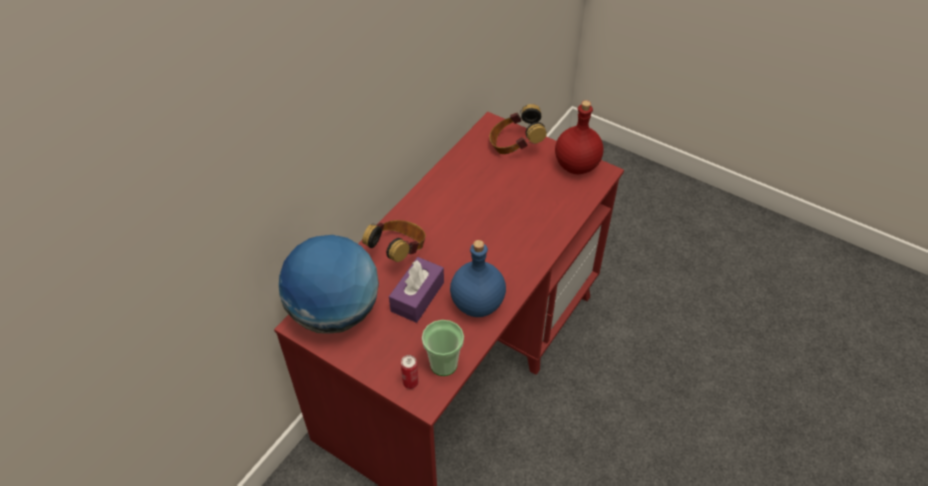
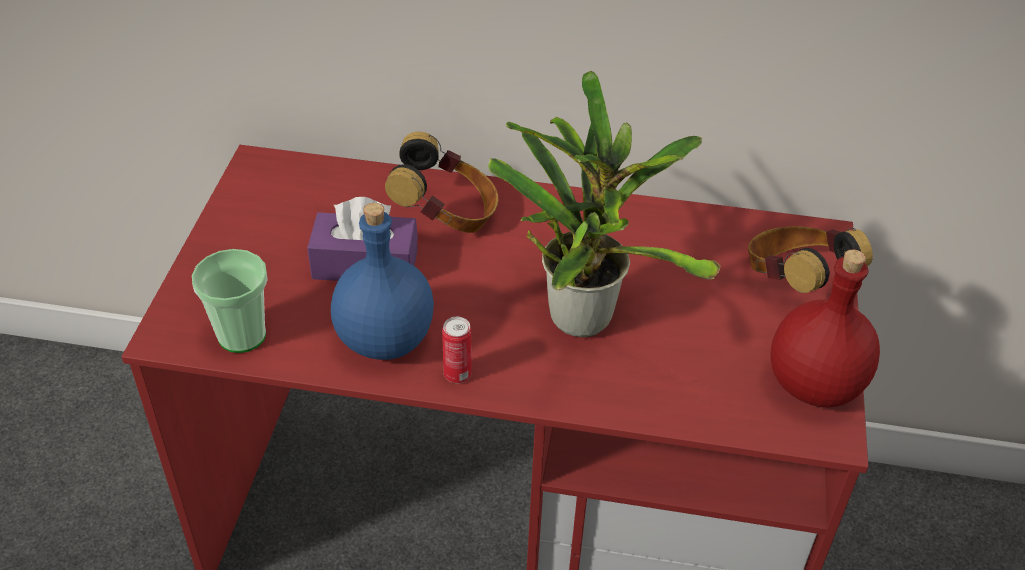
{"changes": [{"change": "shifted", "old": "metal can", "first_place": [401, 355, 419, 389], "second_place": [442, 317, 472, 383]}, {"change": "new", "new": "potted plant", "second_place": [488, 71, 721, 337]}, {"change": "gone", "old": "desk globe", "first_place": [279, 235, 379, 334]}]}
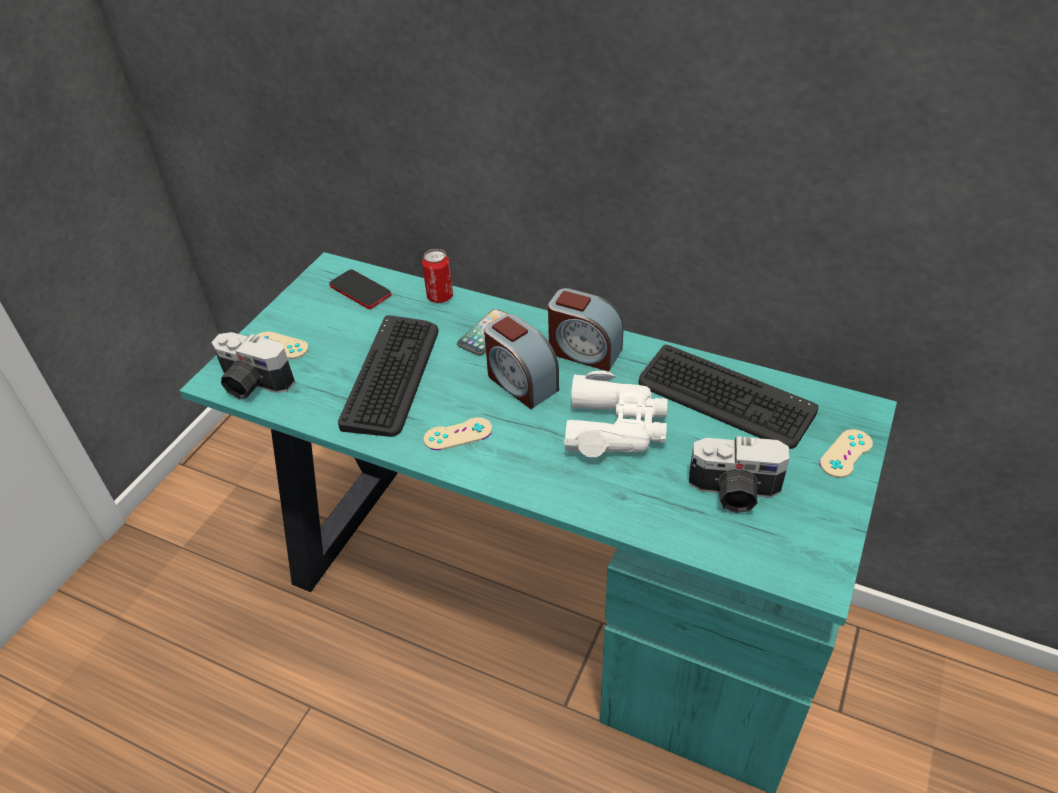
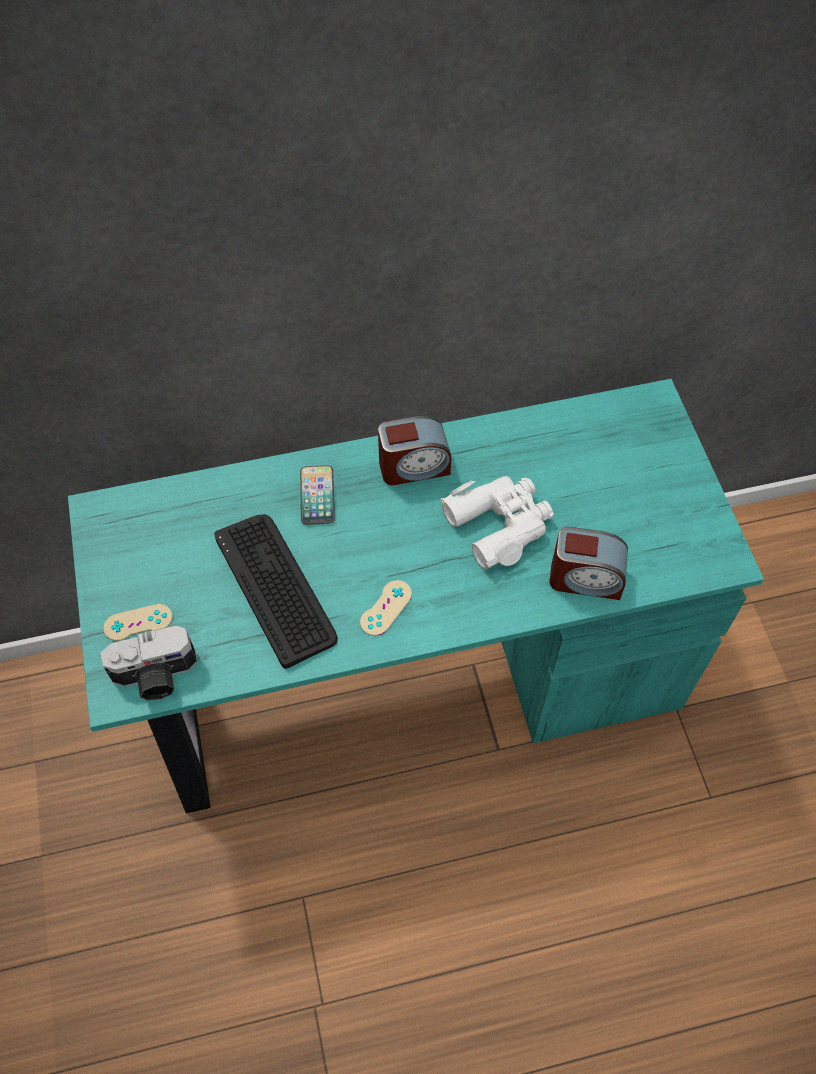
{"changes": [{"change": "shifted", "old": "bedside clock", "first_place": [484, 314, 559, 409], "second_place": [550, 527, 628, 600]}, {"change": "gone", "old": "handset", "first_place": [329, 269, 391, 309]}, {"change": "gone", "old": "metal can", "first_place": [422, 249, 453, 303]}, {"change": "gone", "old": "keyboard", "first_place": [638, 345, 819, 449]}, {"change": "gone", "old": "still camera", "first_place": [689, 436, 790, 513]}, {"change": "gone", "old": "joypad/beige", "first_place": [820, 429, 873, 478]}]}
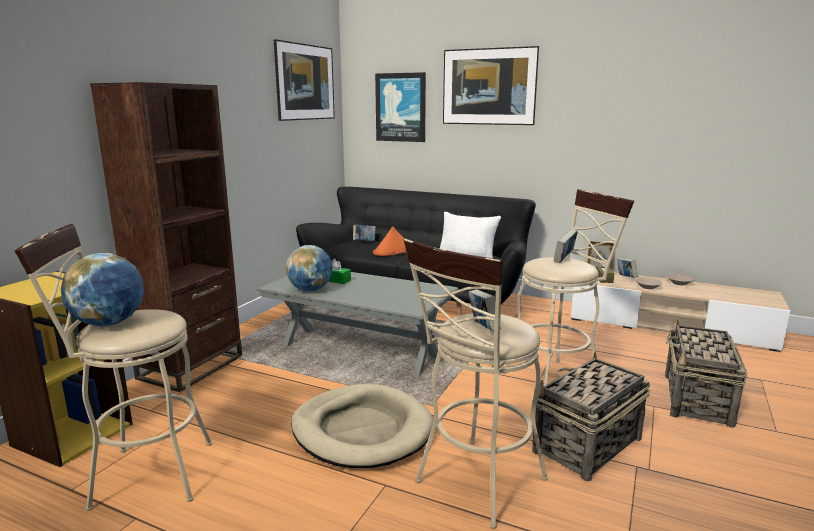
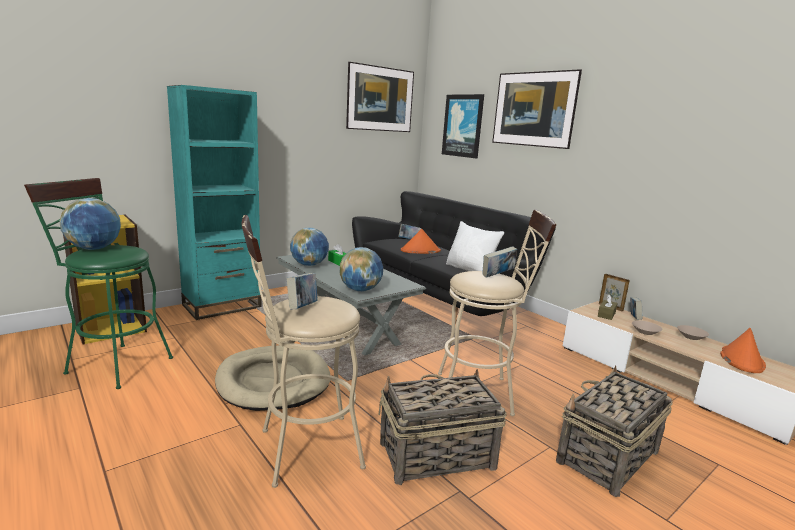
{"changes": [{"change": "repainted", "old": "sitting stool/beige", "new": "sitting stool/greenish", "first_place": [14, 224, 212, 511], "second_place": [24, 178, 173, 389]}, {"change": "repainted", "old": "bookshelf/brownish", "new": "bookshelf/turquoise", "first_place": [90, 82, 242, 392], "second_place": [167, 85, 262, 320]}, {"change": "new", "new": "desk globe", "second_place": [340, 247, 383, 292]}, {"change": "new", "new": "wearable hat/orange-coloured", "second_place": [720, 328, 766, 373]}]}
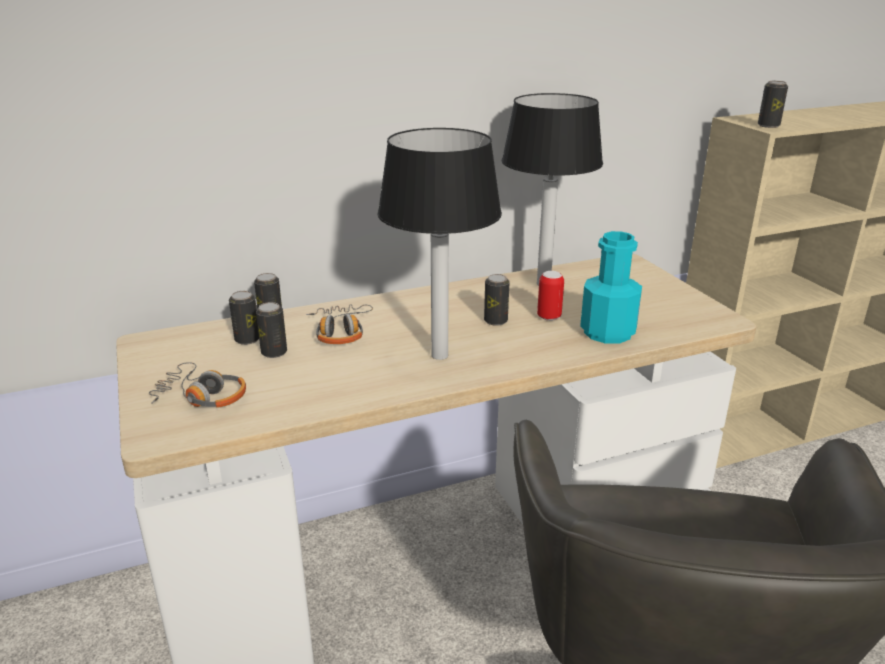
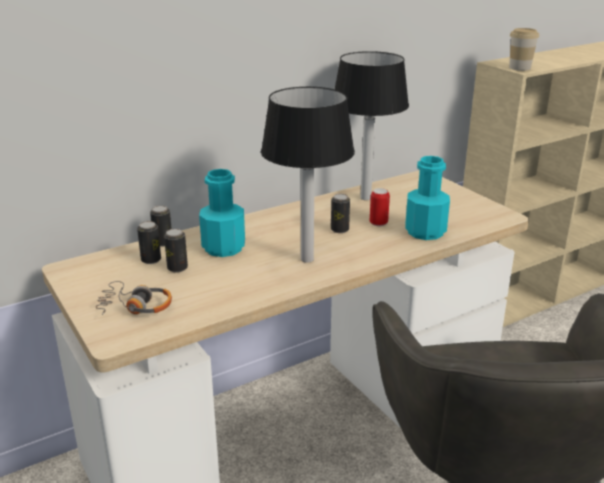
{"changes": [{"change": "swapped", "old": "headphones", "new": "beverage bottle/turquoise", "first_place": [306, 304, 373, 344], "second_place": [199, 169, 245, 257]}, {"change": "swapped", "old": "metal can", "new": "small cup", "first_place": [758, 81, 788, 128], "second_place": [509, 28, 539, 71]}]}
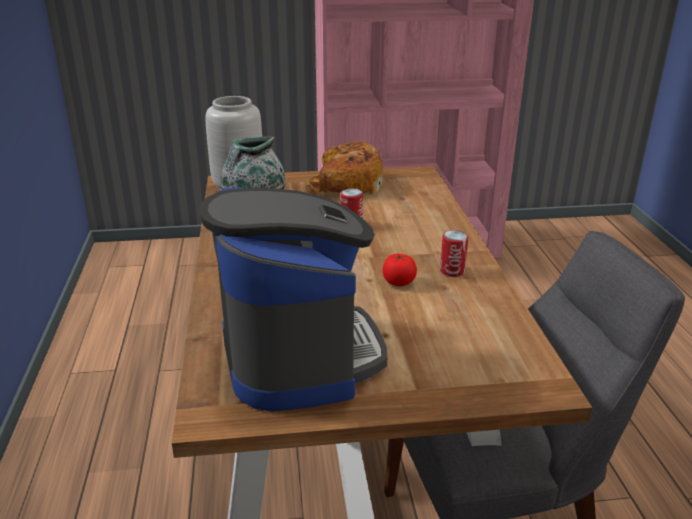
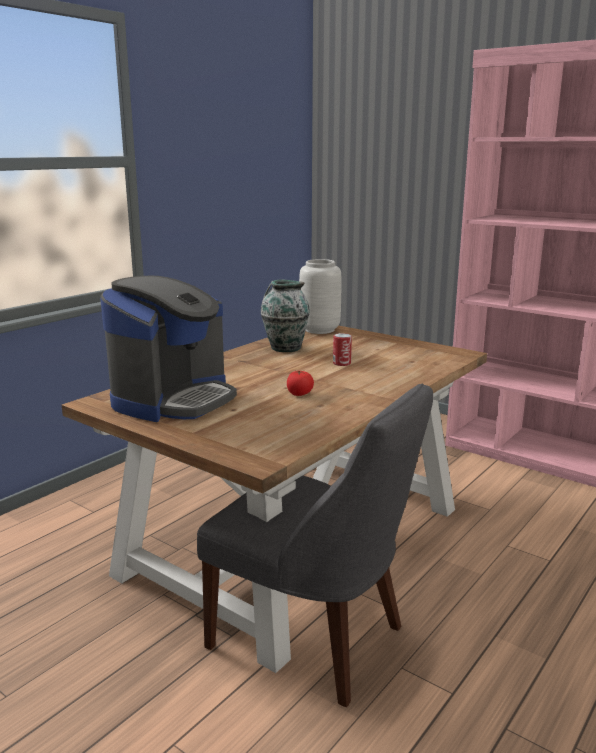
{"changes": [{"change": "gone", "old": "baked bread", "first_place": [306, 141, 383, 195]}, {"change": "gone", "old": "metal can", "first_place": [440, 230, 468, 277]}]}
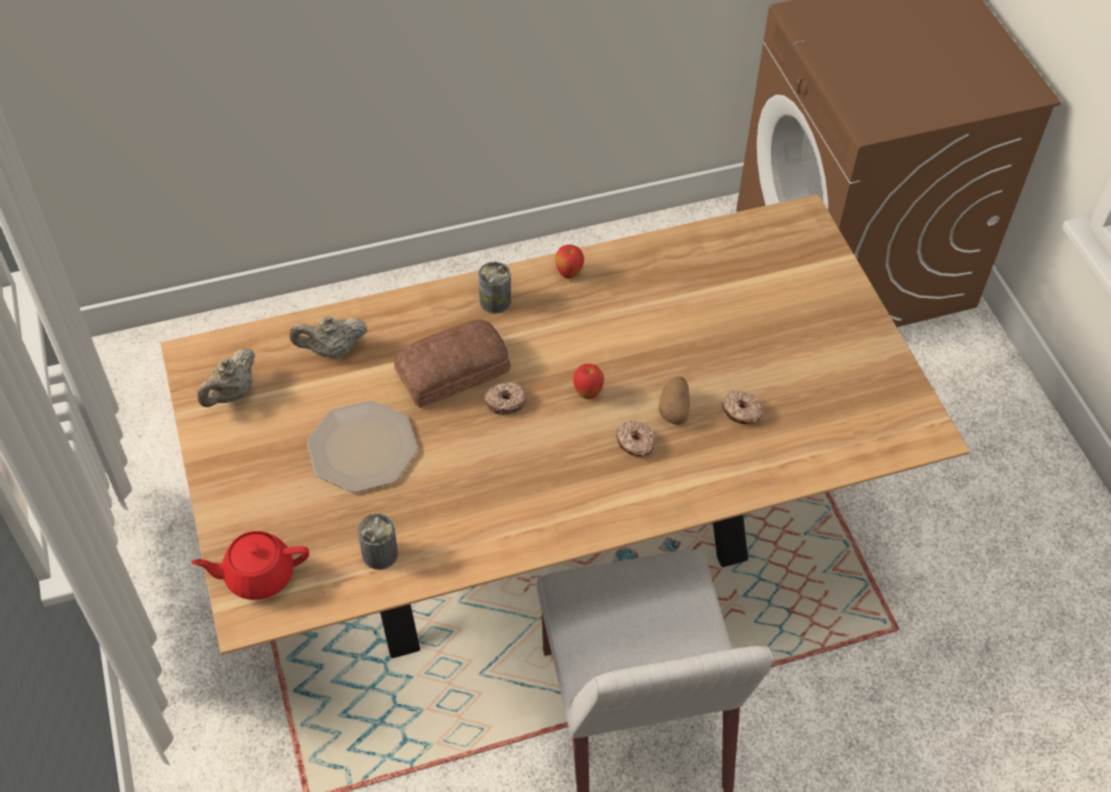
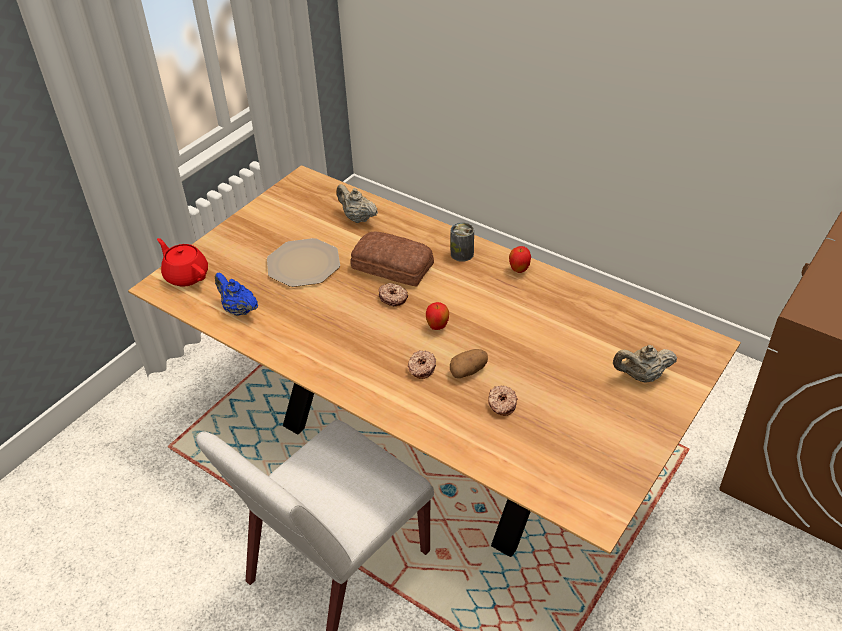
{"changes": [{"change": "swapped", "old": "metal can", "new": "tea pot/blue", "first_place": [358, 514, 398, 570], "second_place": [215, 273, 258, 316]}, {"change": "shifted", "old": "tea pot/beige", "first_place": [197, 348, 255, 407], "second_place": [613, 345, 677, 383]}]}
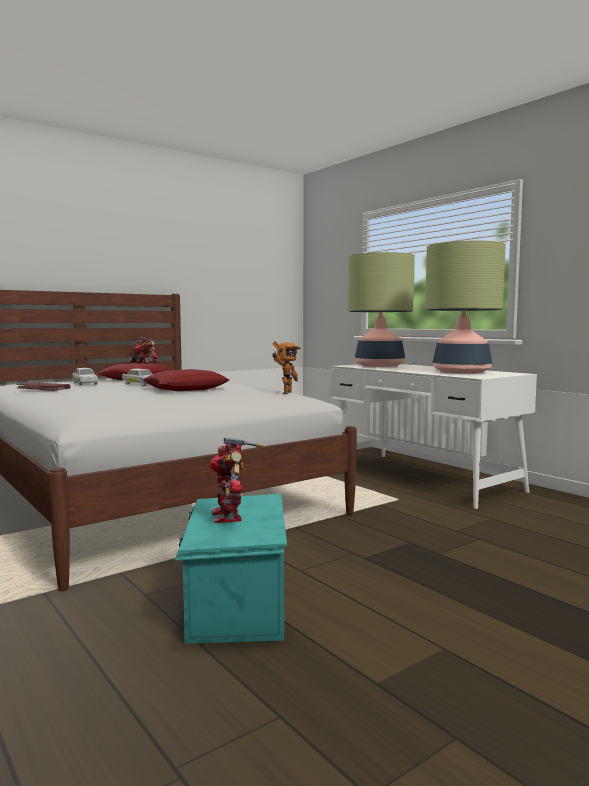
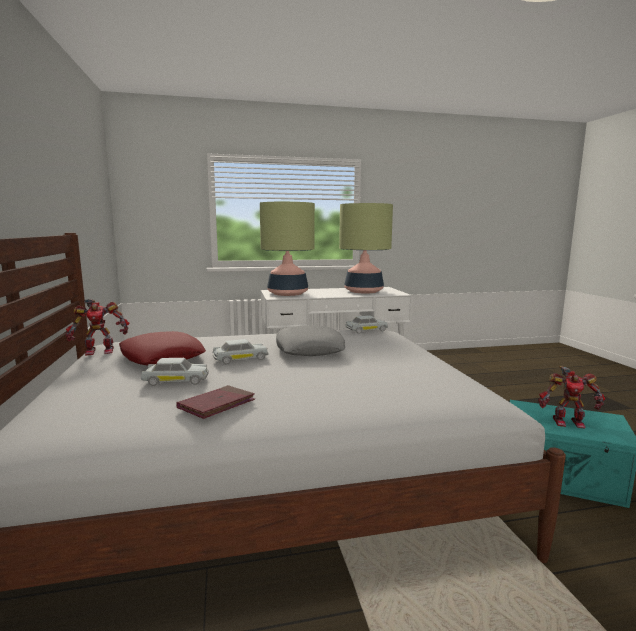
{"changes": [{"change": "repainted", "old": "pillow/red", "new": "pillow/gray", "first_place": [143, 369, 229, 391], "second_place": [276, 325, 345, 356]}, {"change": "swapped", "old": "model robot", "new": "model car/whitish", "first_place": [272, 341, 301, 394], "second_place": [345, 315, 388, 334]}]}
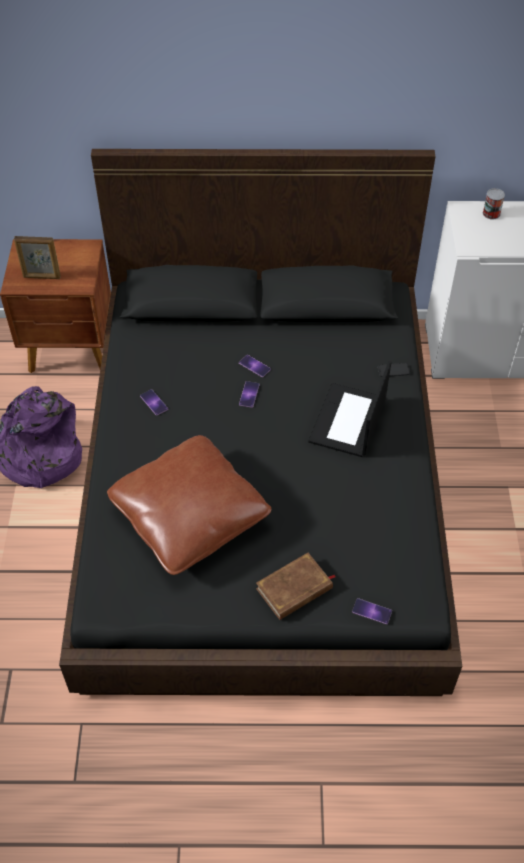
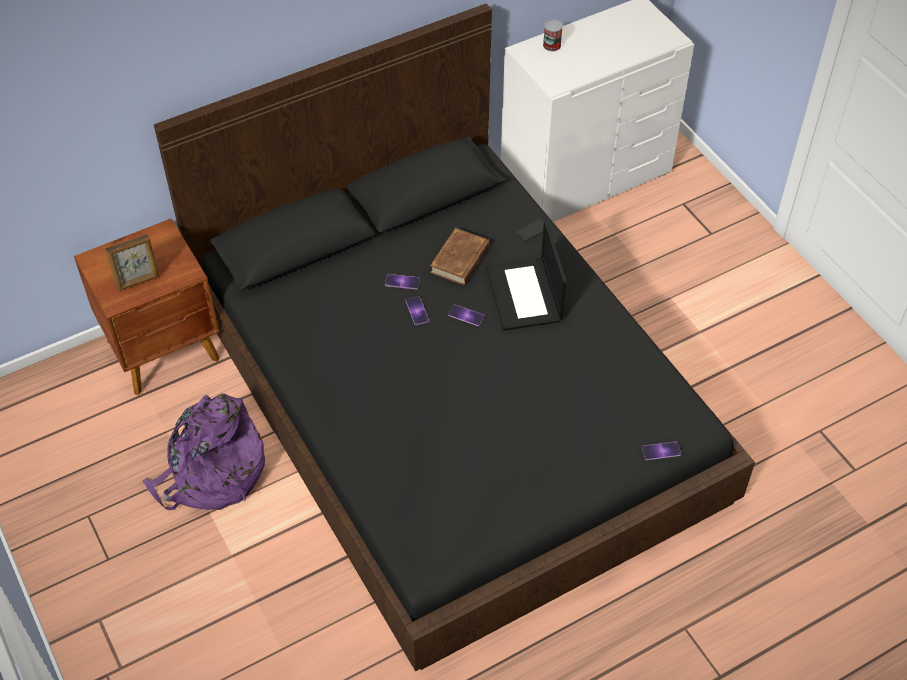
{"changes": [{"change": "shifted", "old": "volume/brownish", "first_place": [256, 553, 336, 620], "second_place": [430, 228, 490, 285]}, {"change": "shifted", "old": "handset", "first_place": [140, 389, 168, 416], "second_place": [448, 304, 485, 326]}, {"change": "gone", "old": "pillow/brownish", "first_place": [107, 435, 271, 575]}]}
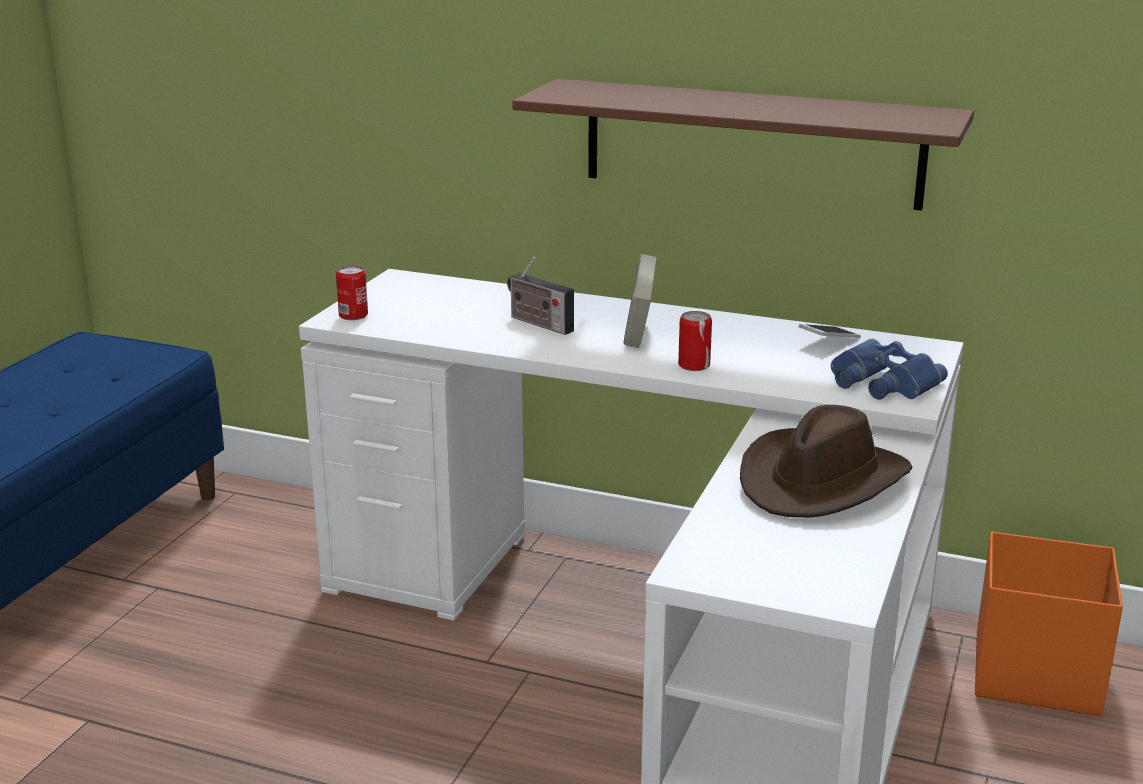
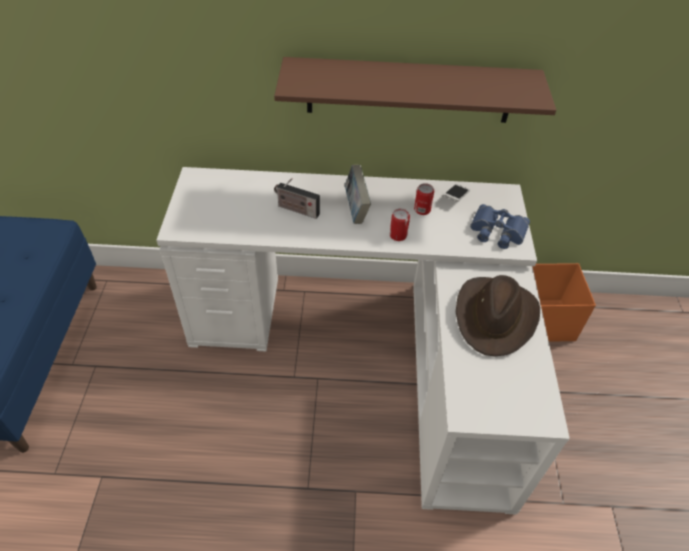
{"changes": [{"change": "shifted", "old": "metal can", "first_place": [336, 265, 368, 320], "second_place": [414, 183, 434, 215]}]}
